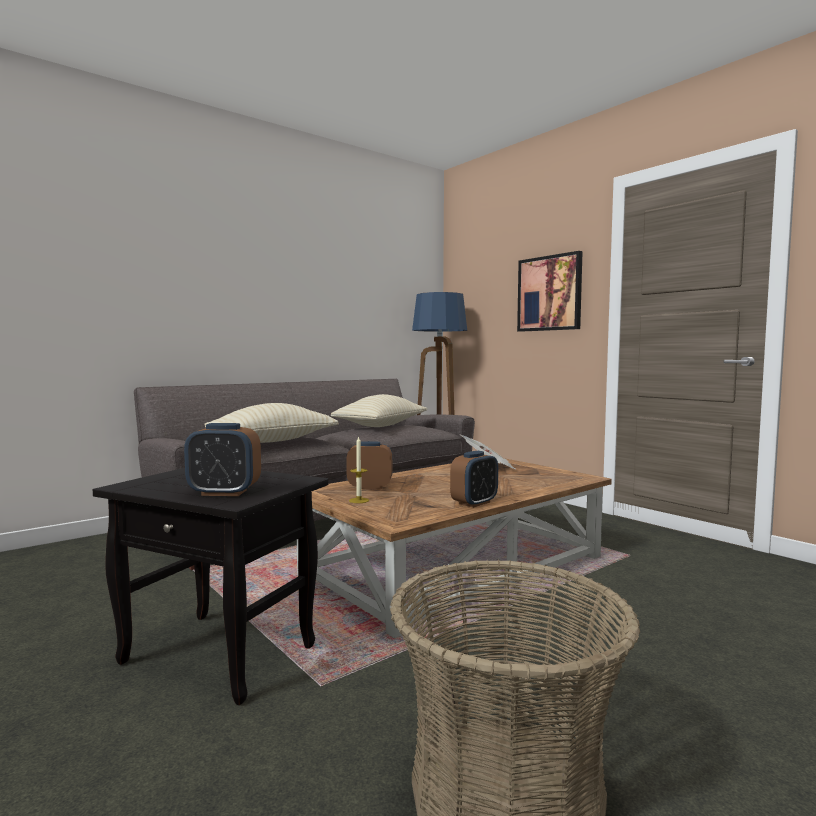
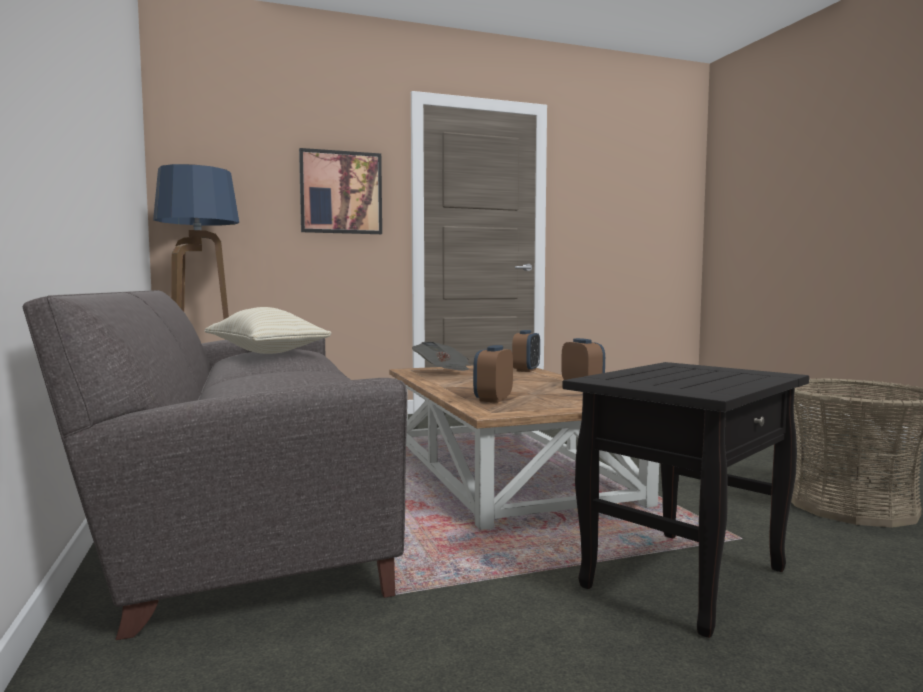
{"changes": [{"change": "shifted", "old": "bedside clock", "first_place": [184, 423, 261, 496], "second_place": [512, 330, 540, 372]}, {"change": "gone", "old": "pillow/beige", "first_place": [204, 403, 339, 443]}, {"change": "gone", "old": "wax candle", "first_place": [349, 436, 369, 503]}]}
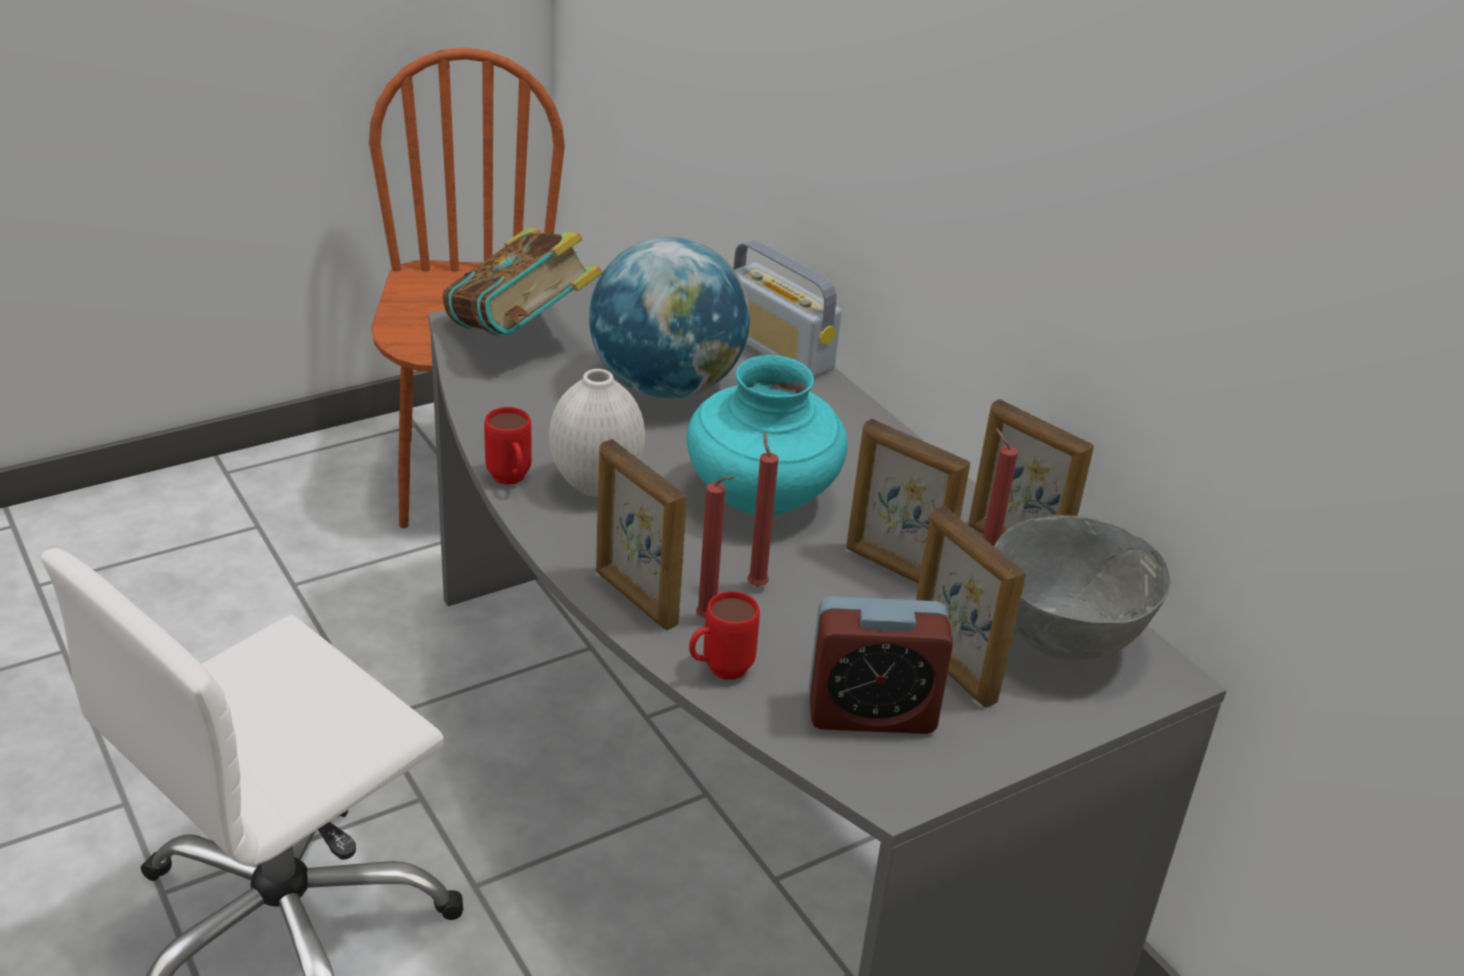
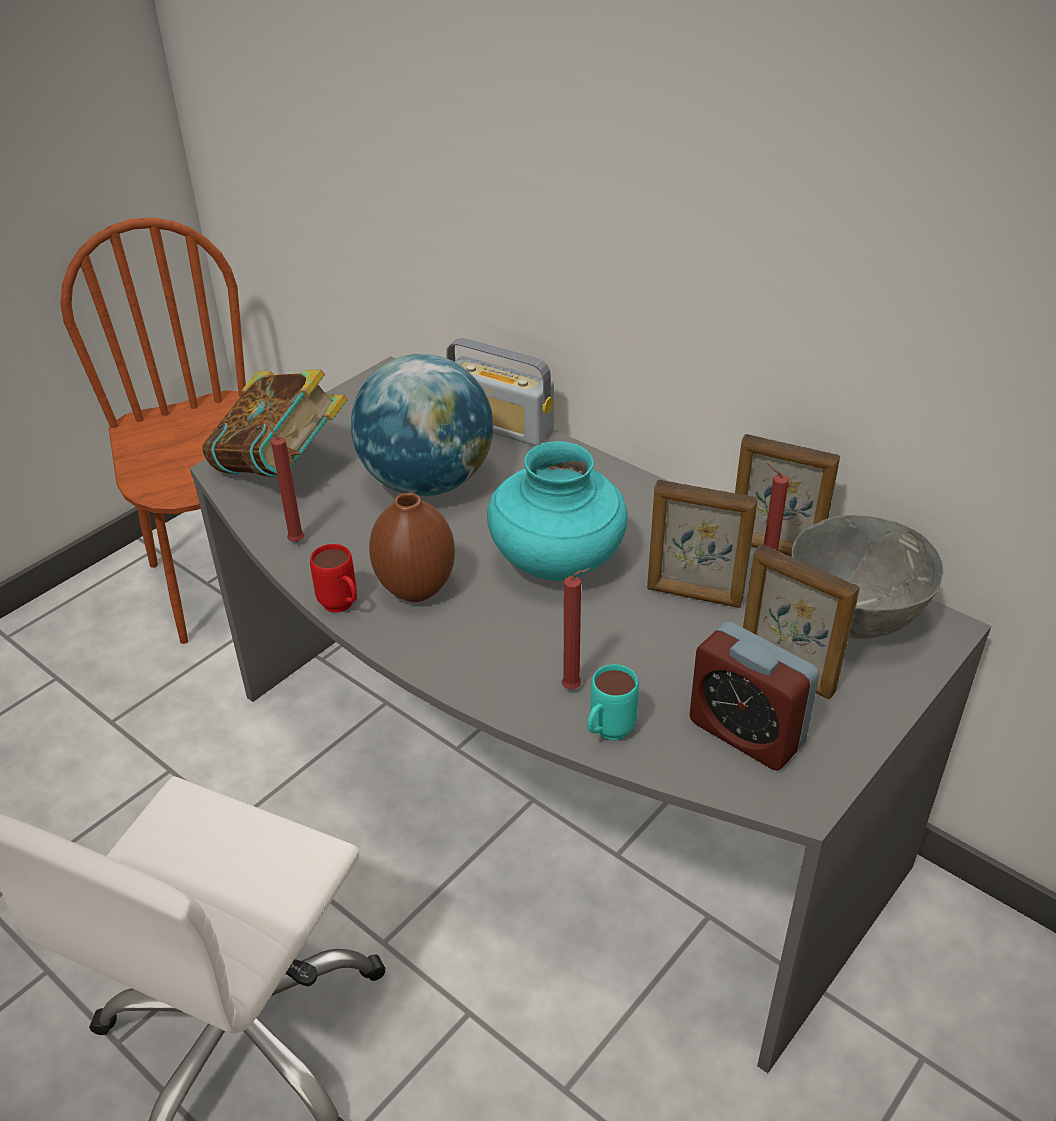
{"changes": [{"change": "shifted", "old": "wax candle/red", "first_place": [747, 432, 778, 587], "second_place": [268, 422, 304, 542]}, {"change": "repainted", "old": "flower vase/whitish", "new": "flower vase/brownish", "first_place": [549, 369, 645, 497], "second_place": [369, 493, 455, 602]}, {"change": "repainted", "old": "coffee mug/red", "new": "coffee mug/turquoise", "first_place": [689, 591, 760, 680], "second_place": [587, 664, 639, 741]}, {"change": "rotated", "old": "bedside clock", "first_place": [809, 596, 953, 734], "second_place": [689, 622, 820, 771], "degrees": 60}, {"change": "gone", "old": "standing frame", "first_place": [596, 439, 687, 630]}]}
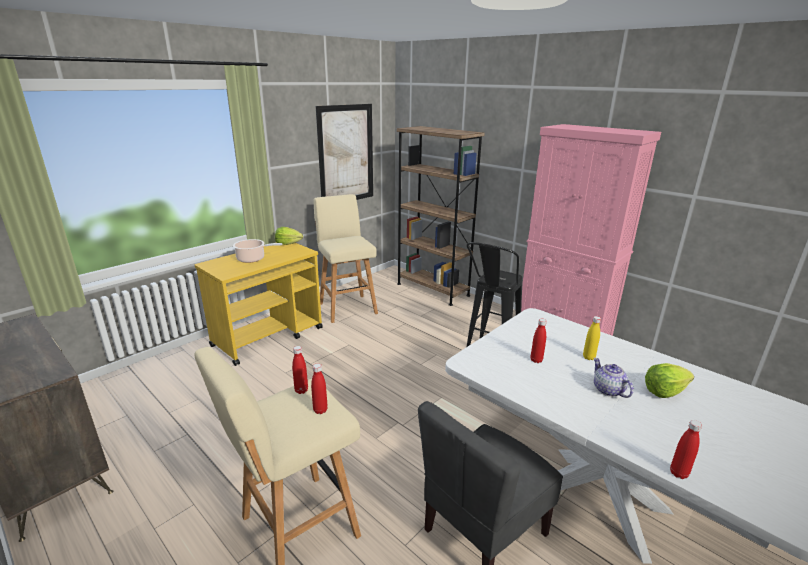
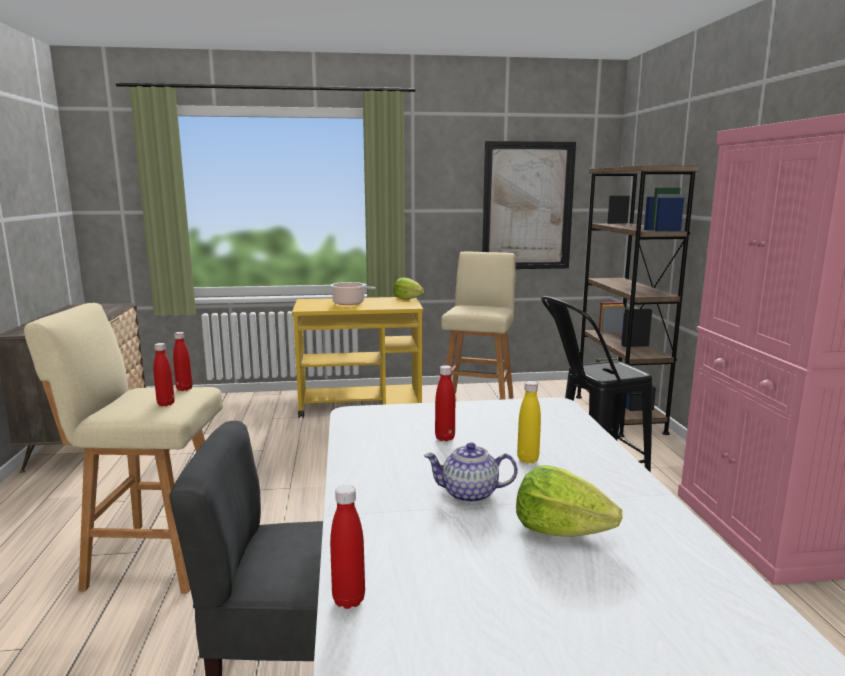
{"changes": [{"change": "rotated", "old": "tea pot", "first_place": [594, 358, 634, 398], "second_place": [424, 442, 518, 503], "degrees": -105}]}
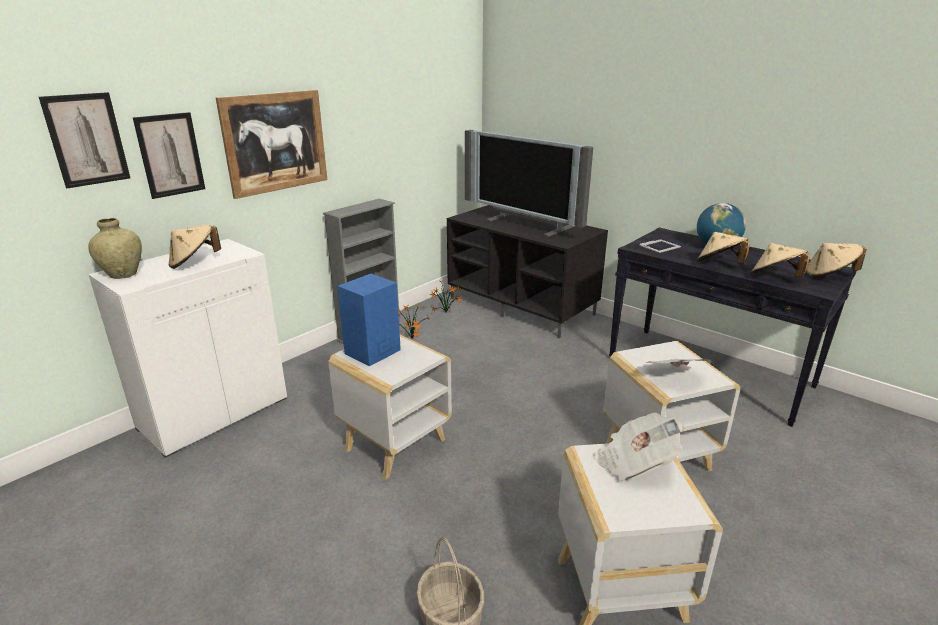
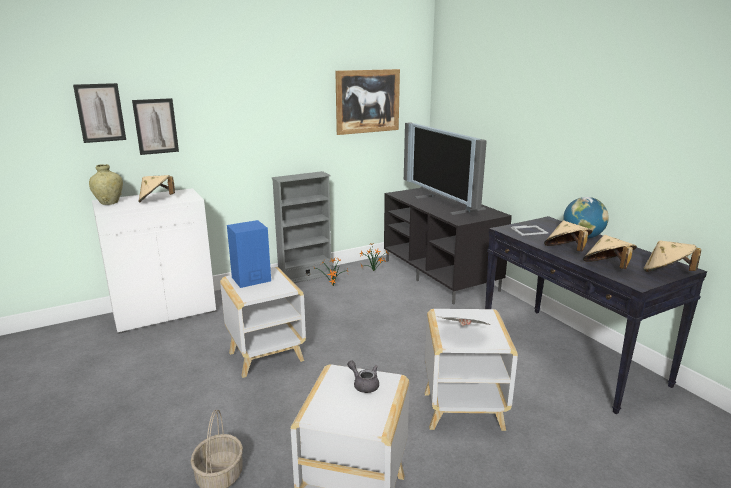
{"changes": [{"change": "shifted", "old": "picture", "first_place": [216, 90, 327, 199], "second_place": [335, 69, 400, 135]}, {"change": "swapped", "old": "daily paper", "new": "tea pot/gray", "first_place": [593, 413, 683, 482], "second_place": [347, 360, 379, 393]}]}
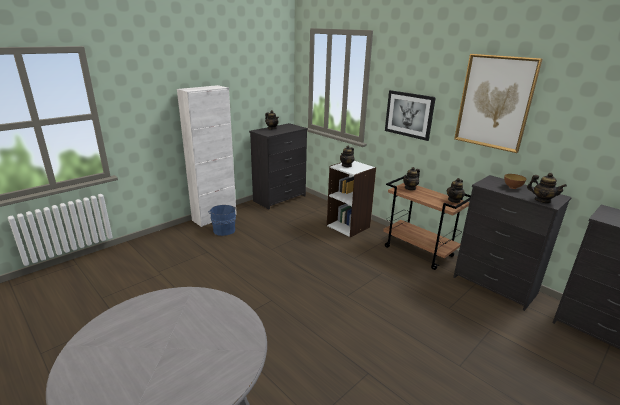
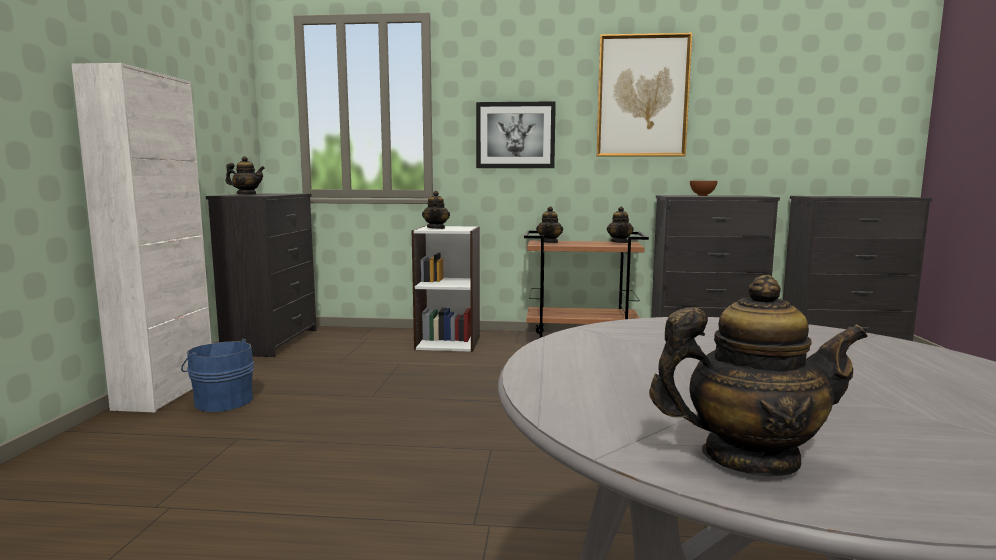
{"changes": [{"change": "shifted", "old": "tea pot", "first_place": [527, 173, 567, 203], "second_place": [649, 275, 868, 476]}]}
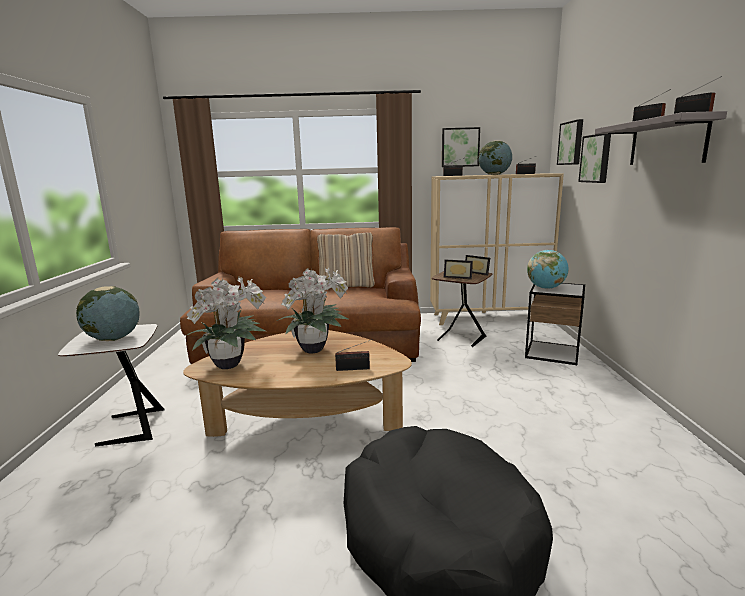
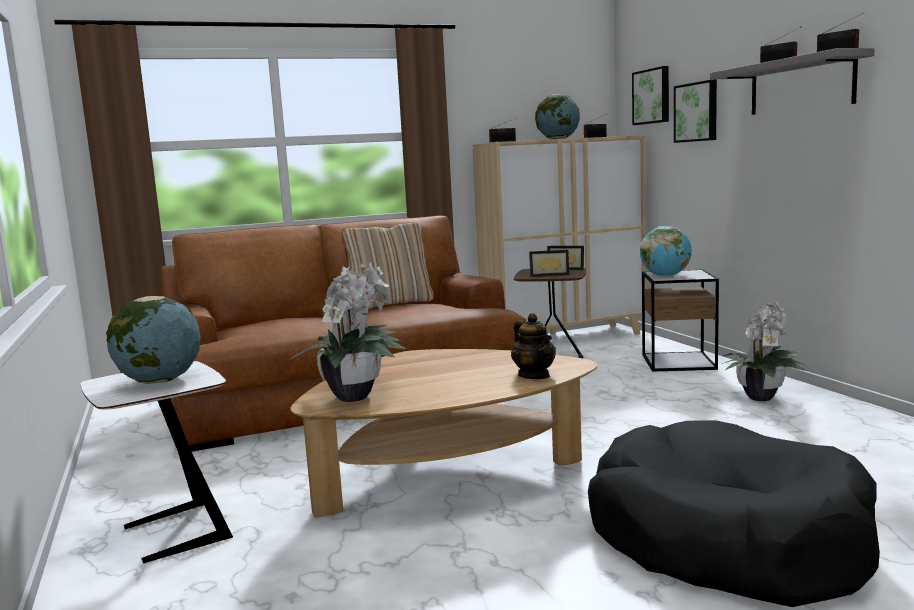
{"changes": [{"change": "swapped", "old": "radio receiver", "new": "tea pot", "first_place": [335, 339, 373, 371], "second_place": [511, 313, 556, 379]}, {"change": "shifted", "old": "potted plant", "first_place": [277, 267, 348, 353], "second_place": [722, 301, 806, 401]}, {"change": "gone", "old": "picture", "first_place": [442, 127, 480, 167]}]}
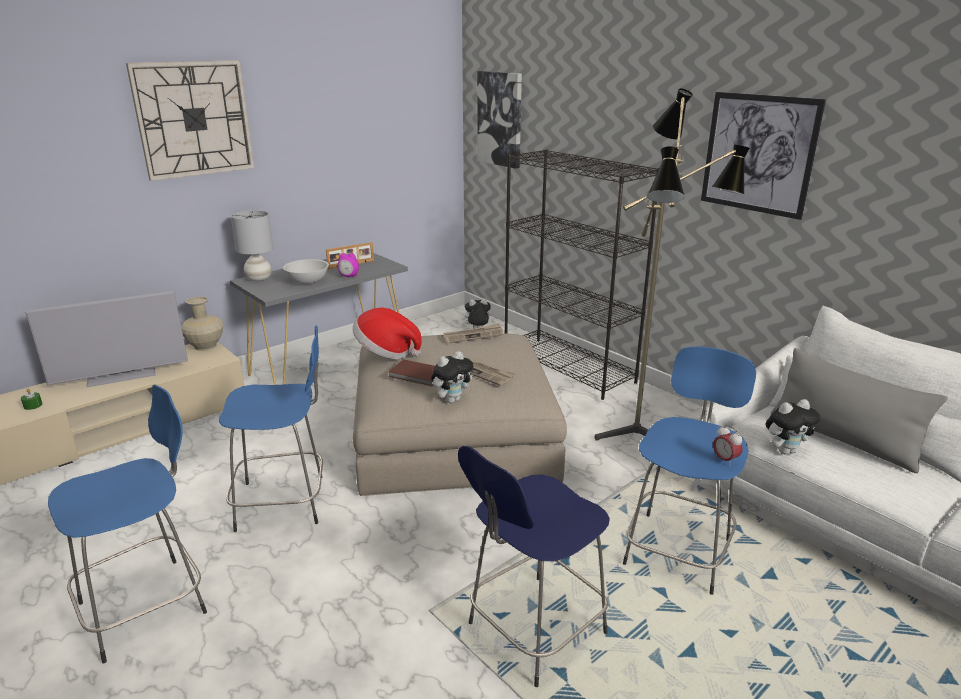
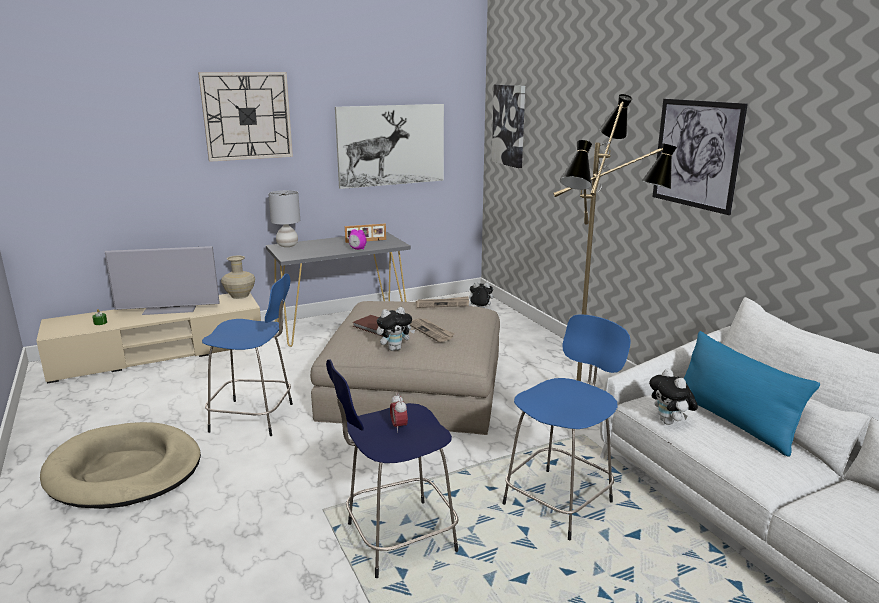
{"changes": [{"change": "swapped", "old": "sitting stool/blue", "new": "pet bed/beige", "first_place": [48, 385, 207, 663], "second_place": [40, 422, 201, 509]}, {"change": "new", "new": "picture", "second_place": [335, 104, 444, 189]}, {"change": "shifted", "old": "bedside clock", "first_place": [713, 425, 743, 466], "second_place": [390, 393, 408, 433]}, {"change": "rotated", "old": "cuddly toy", "first_place": [765, 399, 820, 454], "second_place": [649, 368, 698, 425], "degrees": 75}, {"change": "repainted", "old": "pillow/gray", "new": "pillow/blue", "first_place": [771, 348, 948, 473], "second_place": [684, 331, 820, 457]}, {"change": "gone", "old": "bowl/whitish", "first_place": [283, 259, 329, 284]}, {"change": "gone", "old": "wearable hat", "first_place": [352, 307, 422, 359]}, {"change": "gone", "old": "bookshelf/black", "first_place": [505, 149, 659, 400]}]}
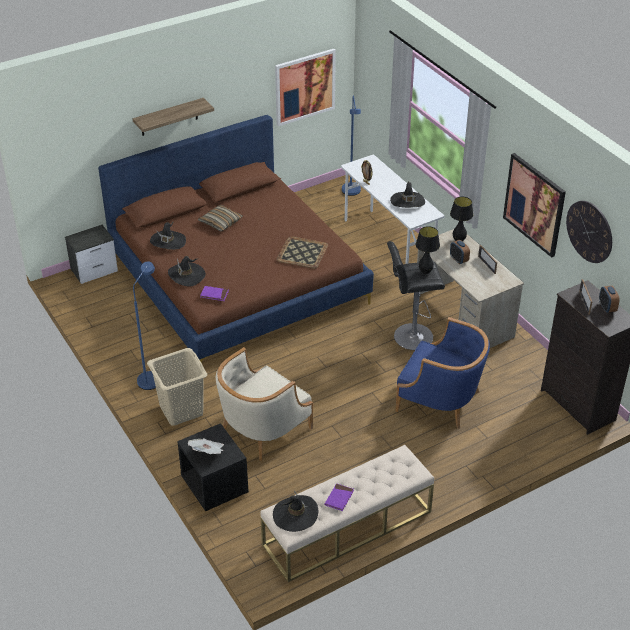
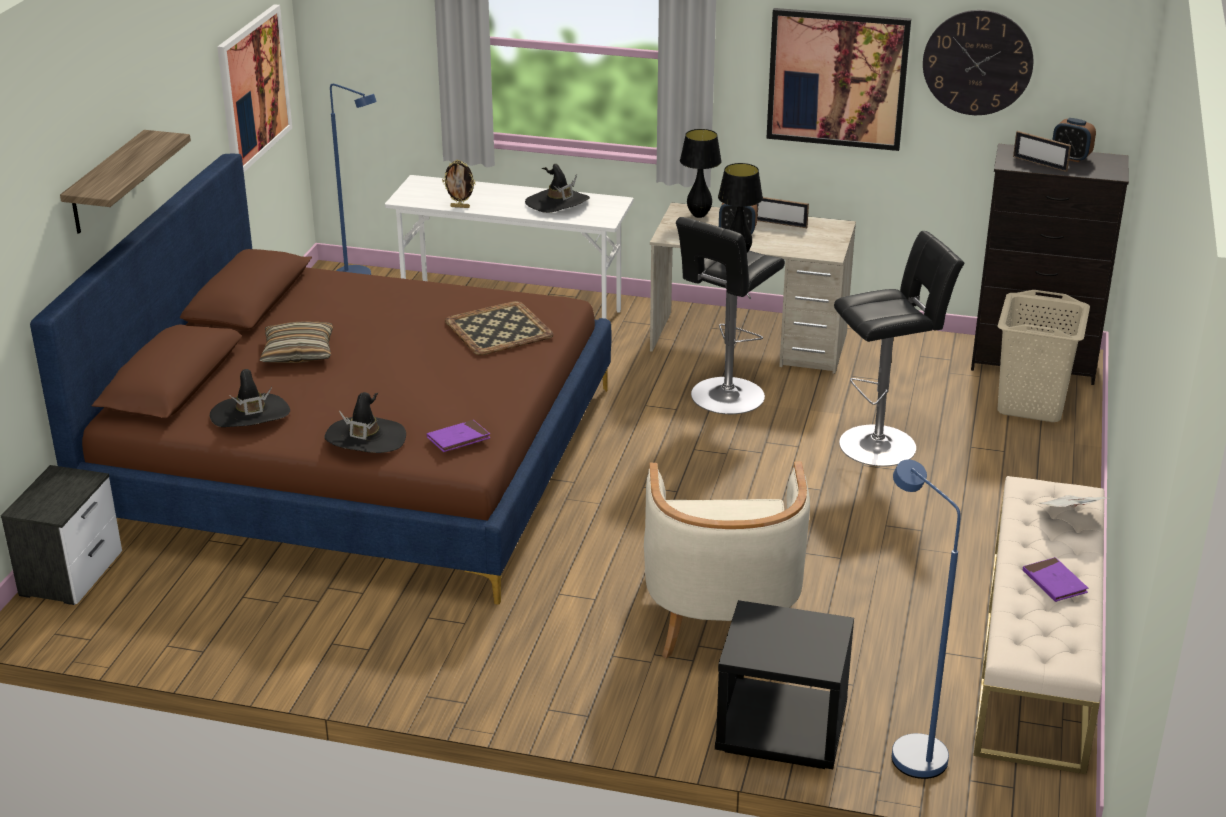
{"changes": [{"change": "swapped", "old": "armchair/blue", "new": "sitting stool/black", "first_place": [396, 317, 490, 429], "second_place": [834, 231, 964, 466]}, {"change": "shifted", "old": "floor lamp/blue", "first_place": [133, 261, 156, 390], "second_place": [892, 459, 961, 779]}, {"change": "shifted", "old": "laundry basket/beige", "first_place": [147, 348, 207, 426], "second_place": [997, 290, 1090, 422]}, {"change": "shifted", "old": "daily paper", "first_place": [188, 438, 224, 454], "second_place": [1040, 495, 1106, 507]}, {"change": "gone", "old": "wearable hat/black", "first_place": [273, 491, 318, 532]}]}
